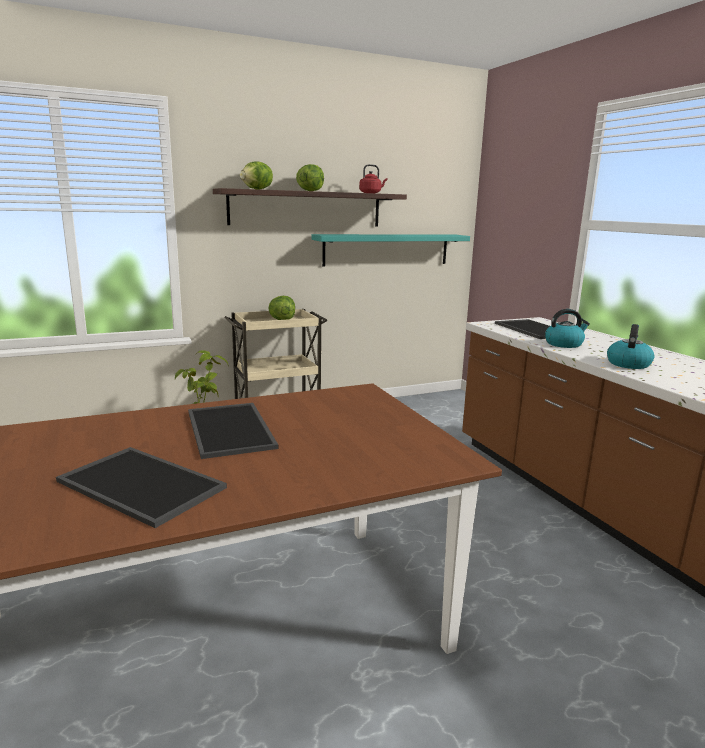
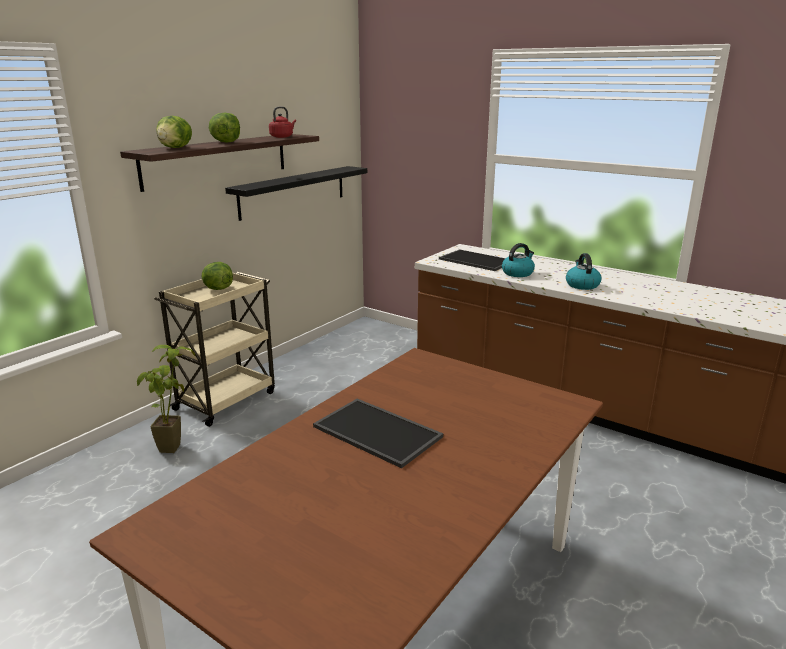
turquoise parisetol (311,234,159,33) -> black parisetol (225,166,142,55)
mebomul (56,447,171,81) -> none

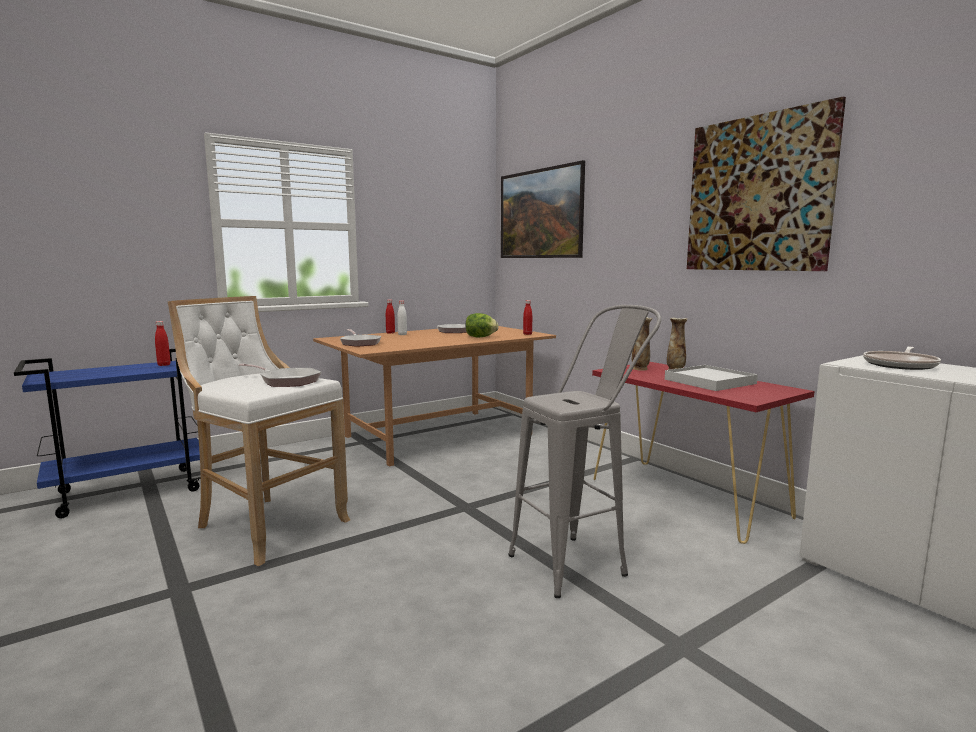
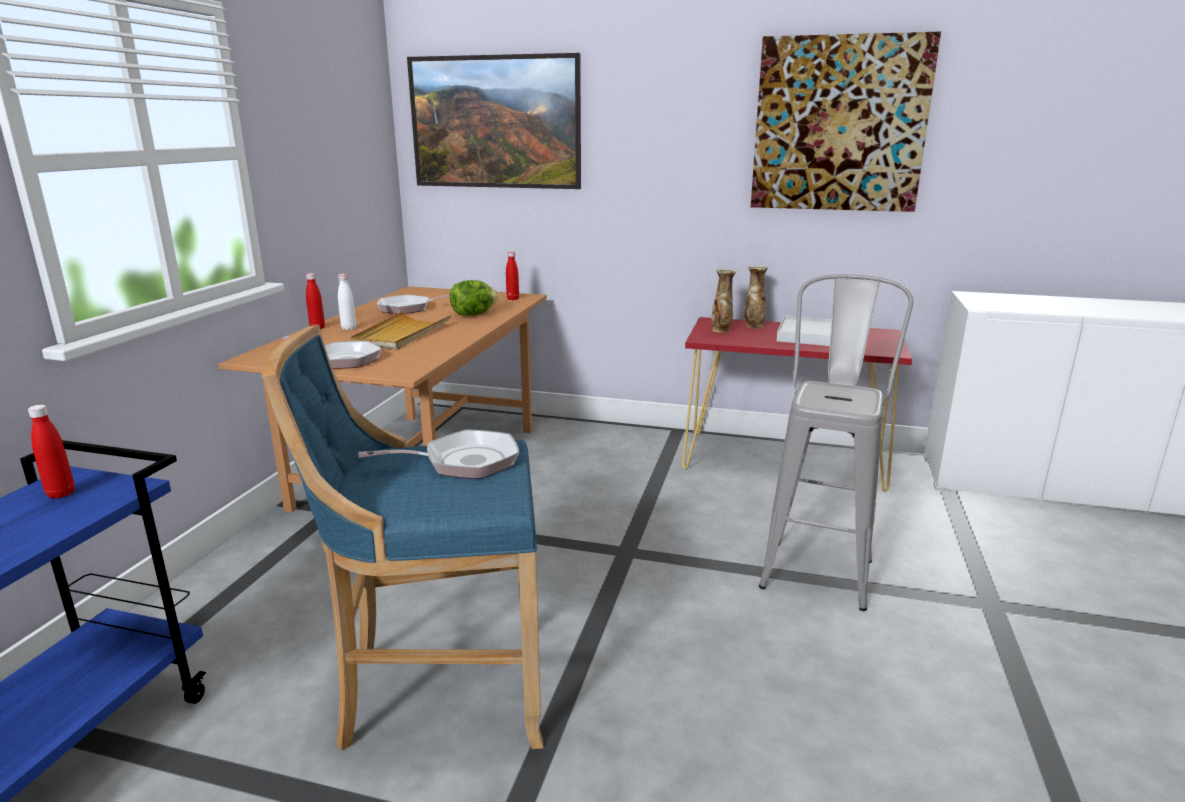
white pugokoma (168,296,182,270) -> blue pugokoma (262,325,282,426)
none -> beige mebomul (350,311,102,38)
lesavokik (863,347,78,23) -> none

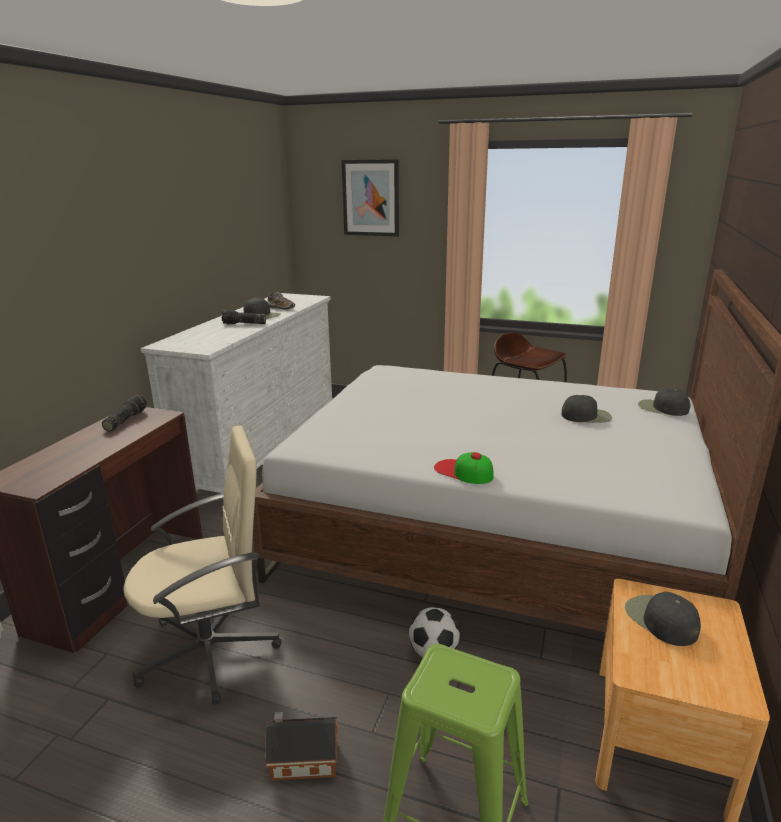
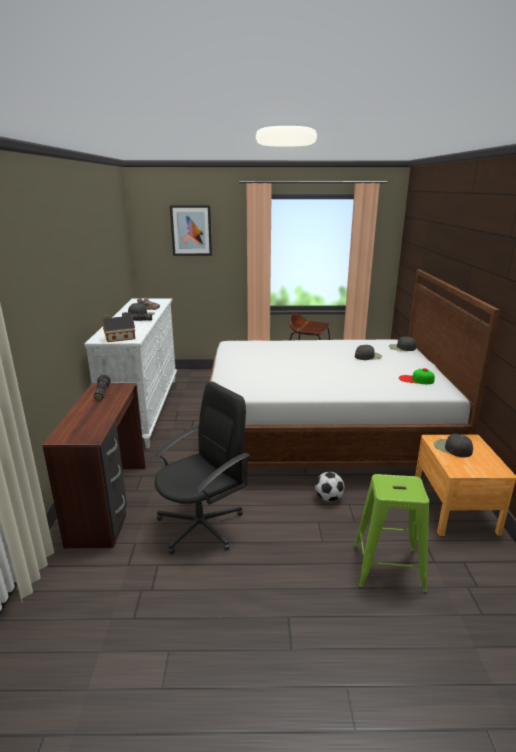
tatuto (265,712,73,69) -> tatuto (102,315,33,27), move
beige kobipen (123,426,159,278) -> black kobipen (155,382,95,173)
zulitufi (434,452,60,32) -> zulitufi (399,368,36,16), move

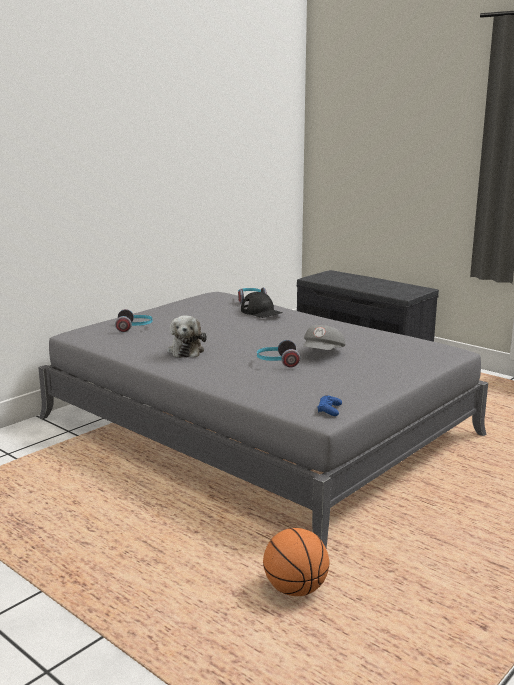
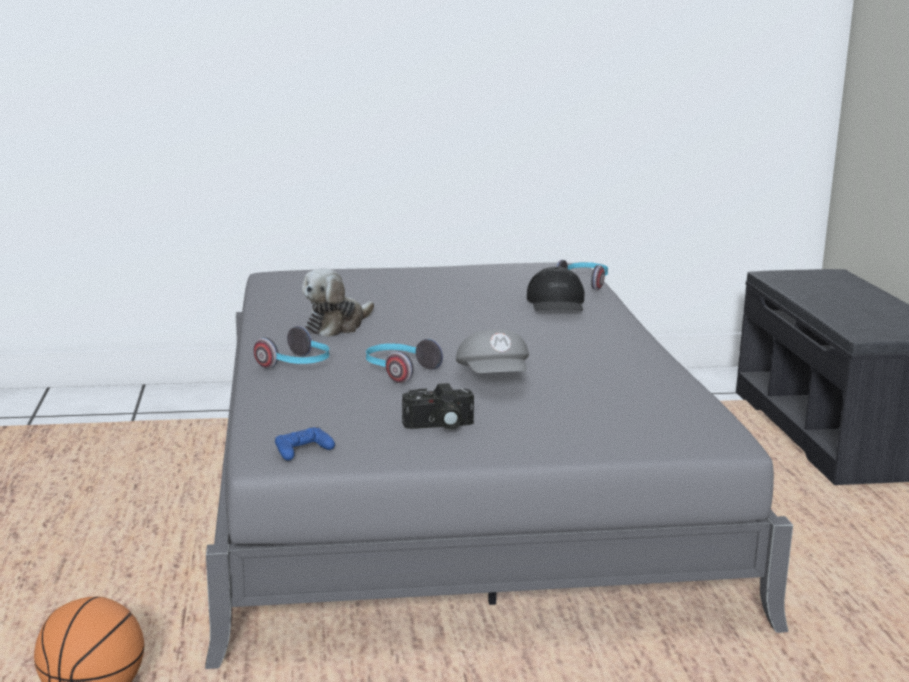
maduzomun (115,309,38,23) -> maduzomun (253,326,77,42), move
none -> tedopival (402,383,72,47)
grey zulitufi (303,325,43,25) -> grey zulitufi (456,329,73,44), 75 degrees counterclockwise

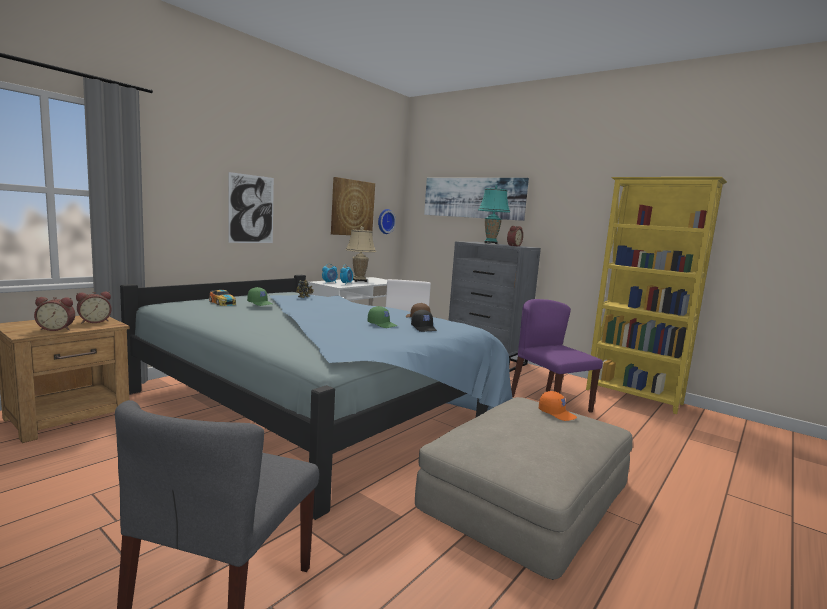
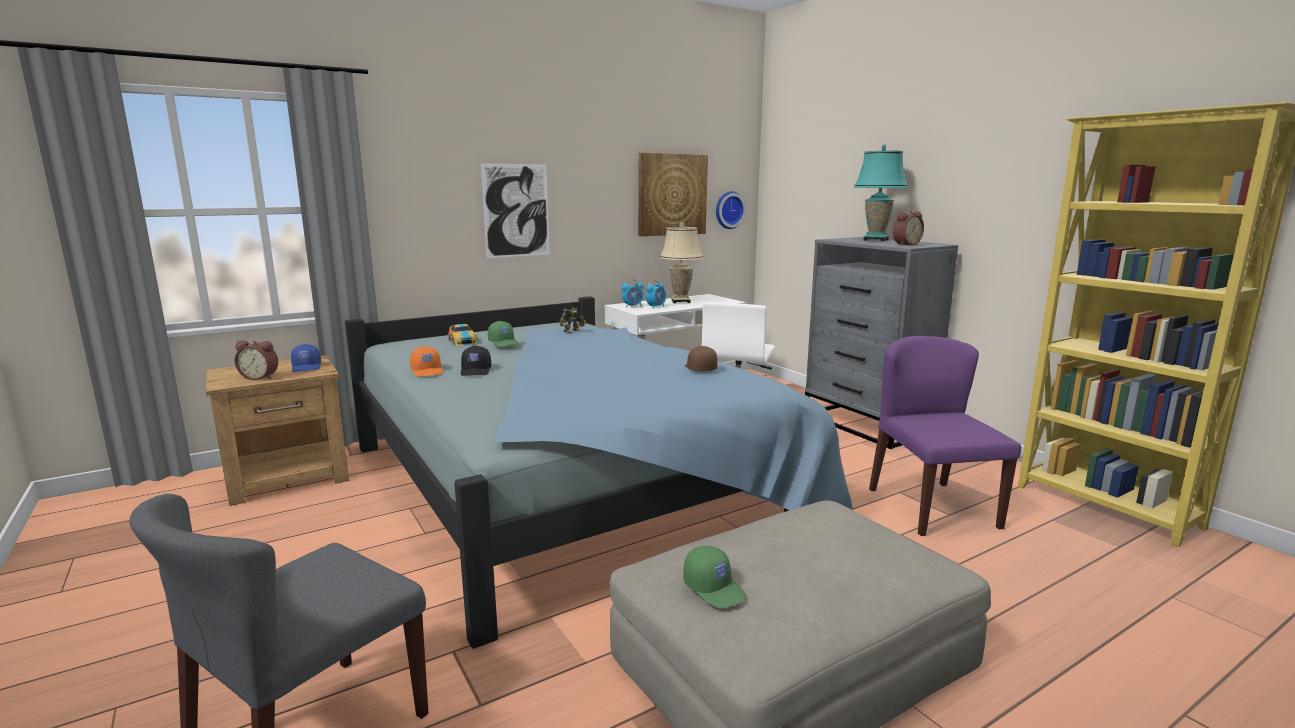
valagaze (76,292,36,31) -> blue zulitufi (291,344,30,28)
orange zulitufi (539,391,38,30) -> orange zulitufi (410,346,33,31), move
black zulitufi (411,310,26,22) -> black zulitufi (461,346,30,30), move
green zulitufi (368,306,30,22) -> green zulitufi (683,546,63,62), move
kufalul (424,178,105,43) -> none

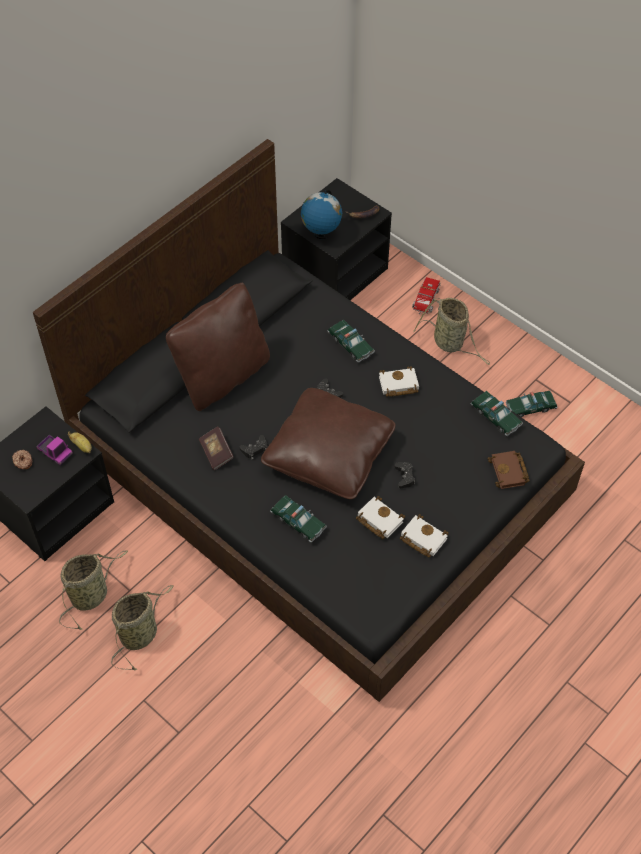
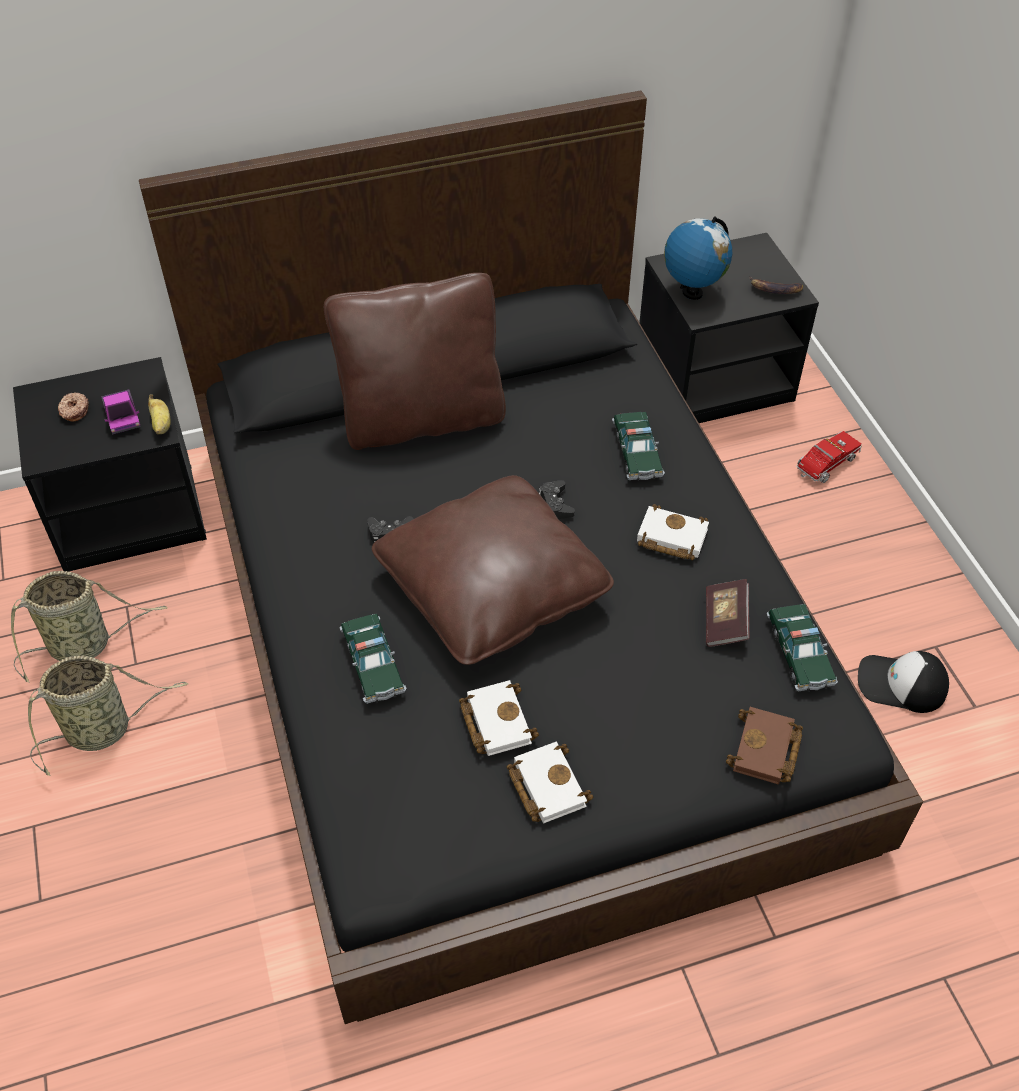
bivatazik (199,426,35,44) -> bivatazik (706,579,44,68), move
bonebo (506,391,51,26) -> zulitufi (858,651,91,62)
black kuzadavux (395,462,20,27) -> none
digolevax (413,298,77,67) -> none

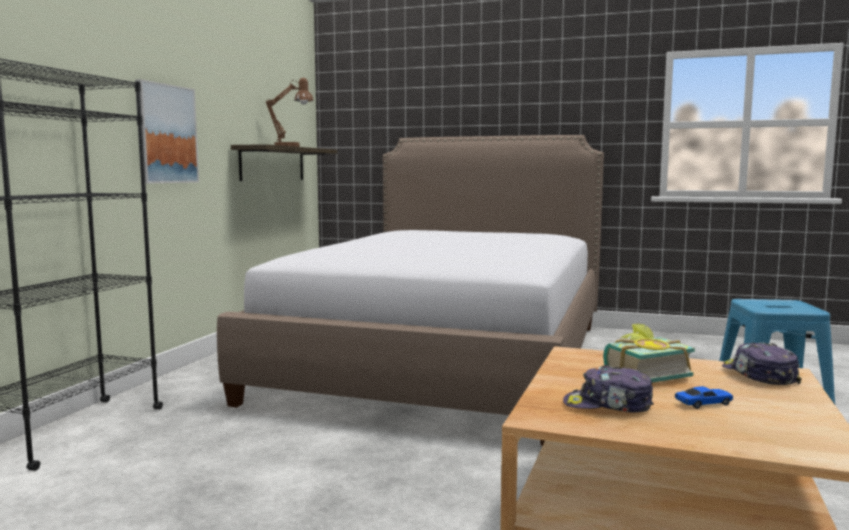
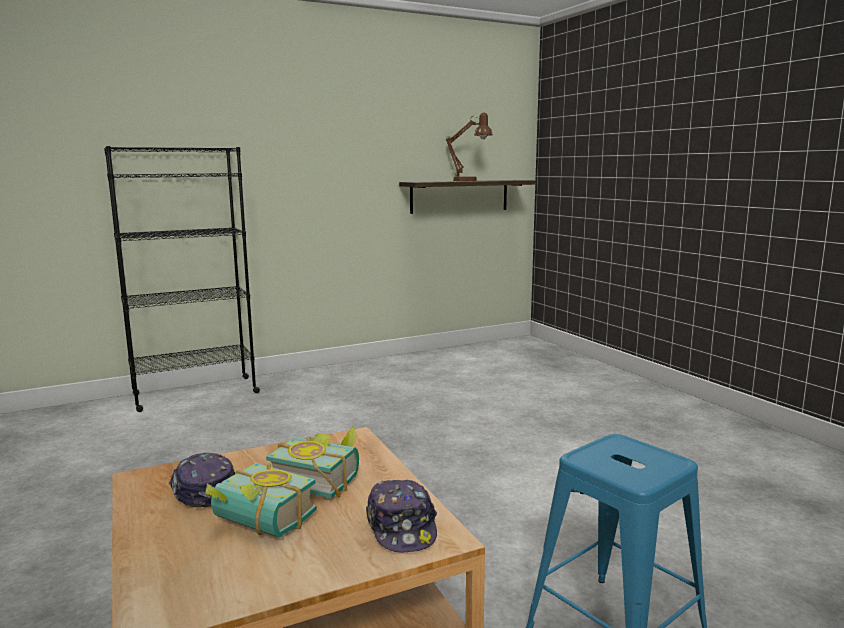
bonebo (675,386,59,23) -> bivatazik (205,463,112,74)
zulitufi (722,342,80,43) -> zulitufi (366,480,71,72), 135 degrees clockwise
kufalul (135,79,64,105) -> none
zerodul (217,135,387,311) -> none

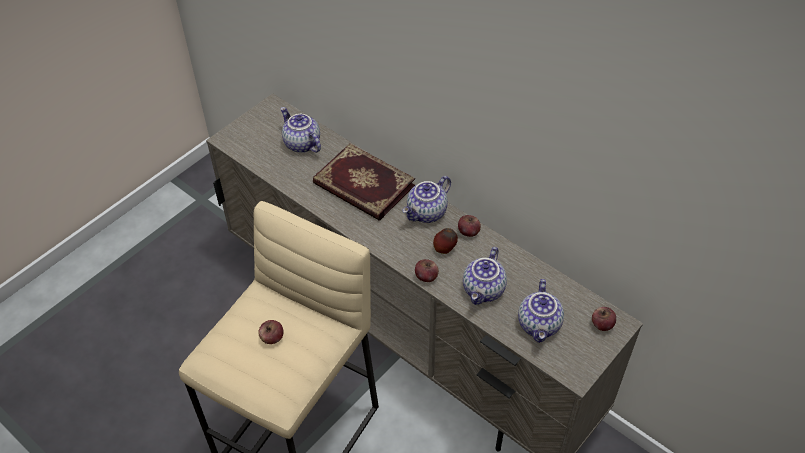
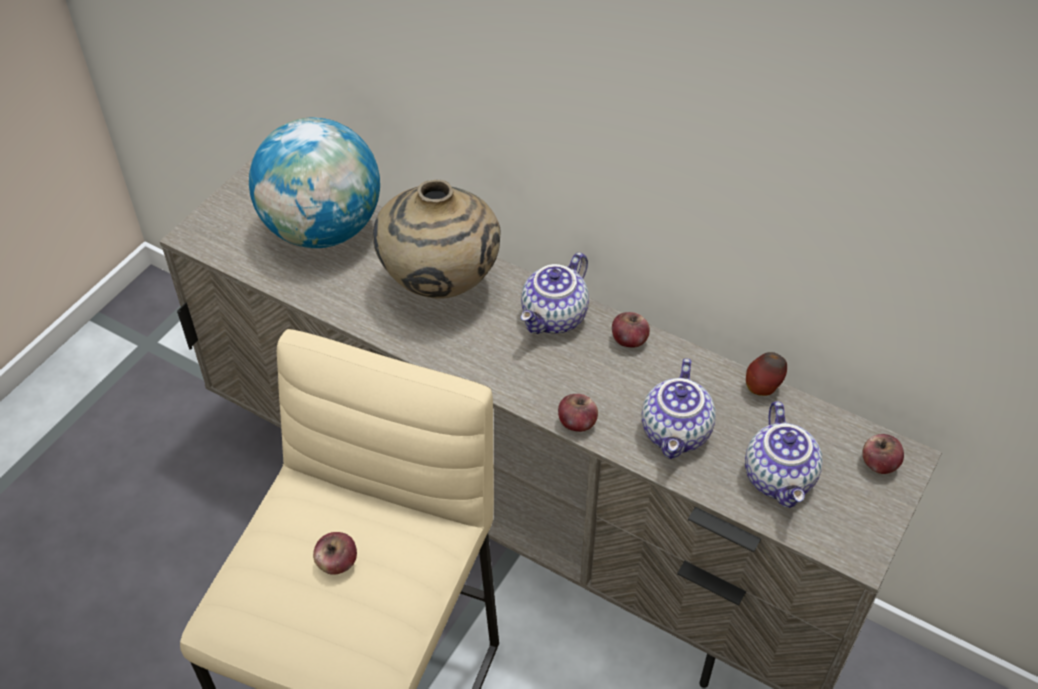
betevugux (280,107,41,46) -> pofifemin (249,117,131,131)
bivatazik (313,143,102,78) -> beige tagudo (373,180,127,119)
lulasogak (433,228,25,26) -> lulasogak (746,352,41,44), move

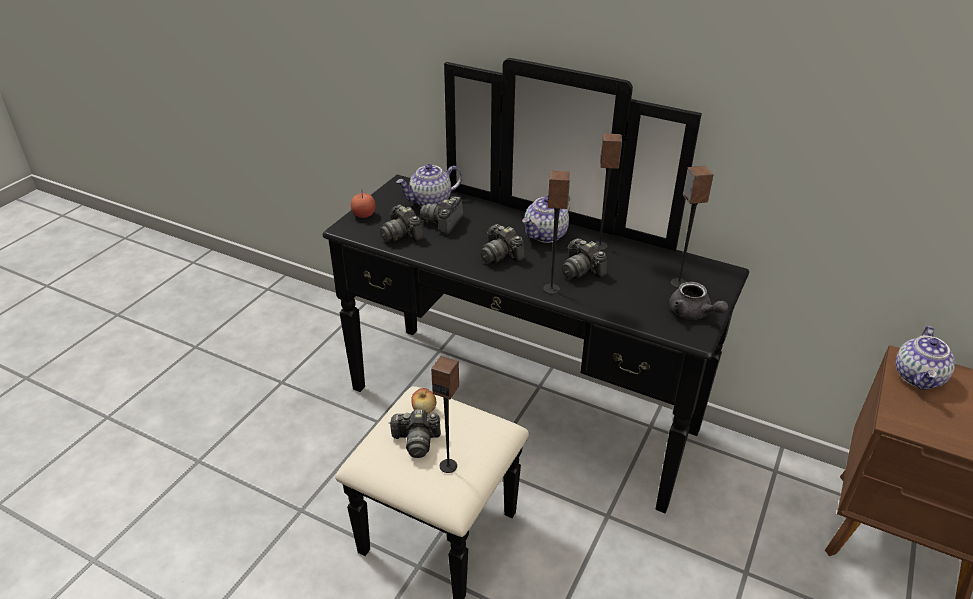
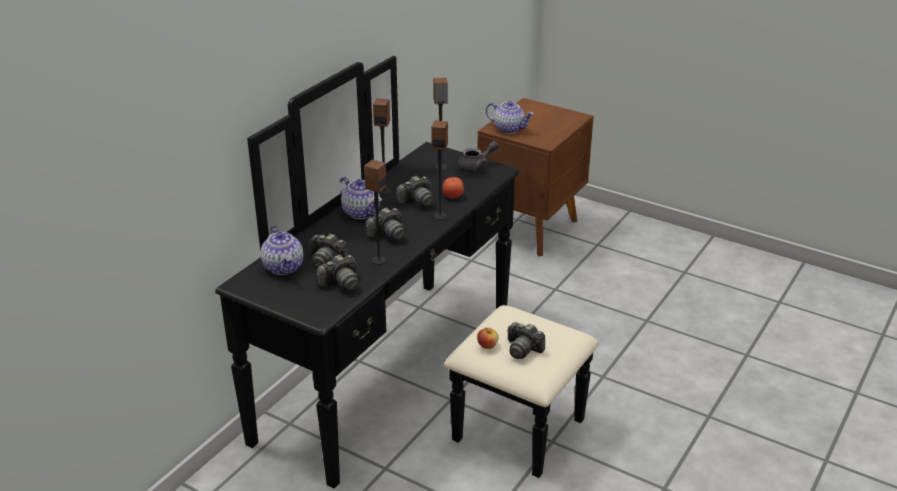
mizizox (431,356,28,117) -> mizizox (364,160,23,105), move
lulasogak (351,193,25,25) -> lulasogak (442,175,22,24), move
tedopival (389,409,52,49) -> tedopival (507,322,38,37), 120 degrees clockwise

